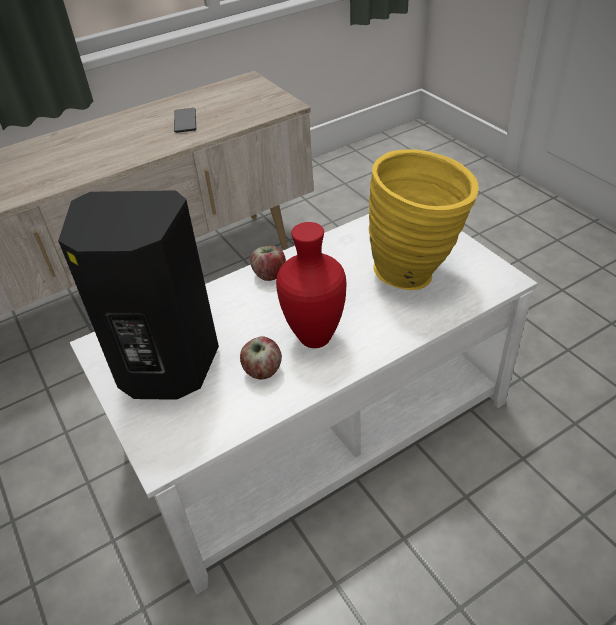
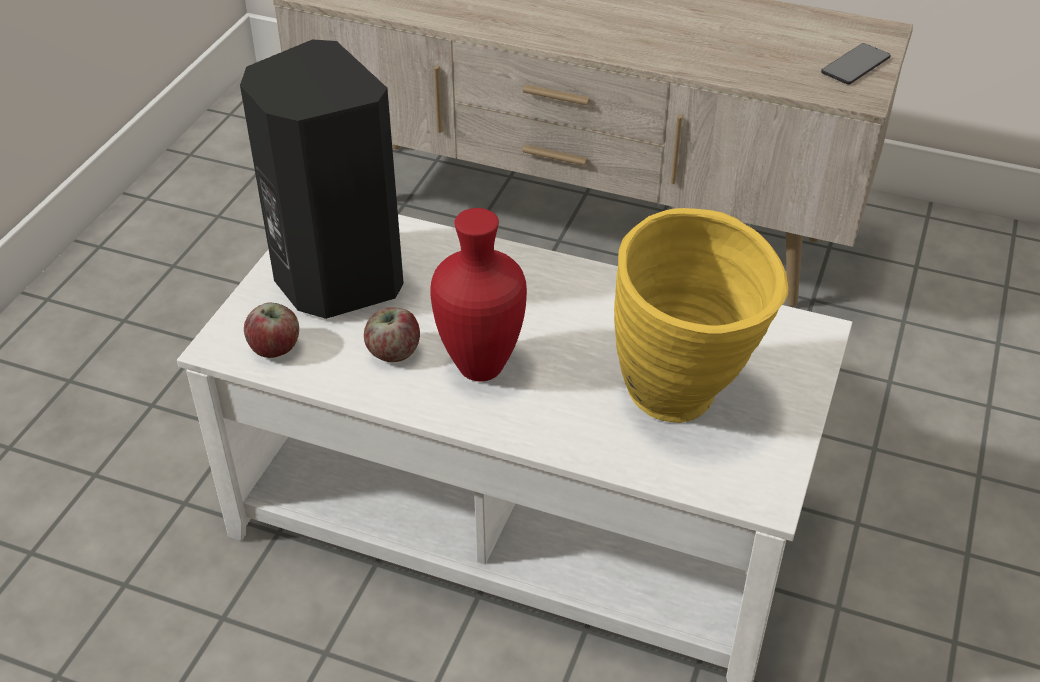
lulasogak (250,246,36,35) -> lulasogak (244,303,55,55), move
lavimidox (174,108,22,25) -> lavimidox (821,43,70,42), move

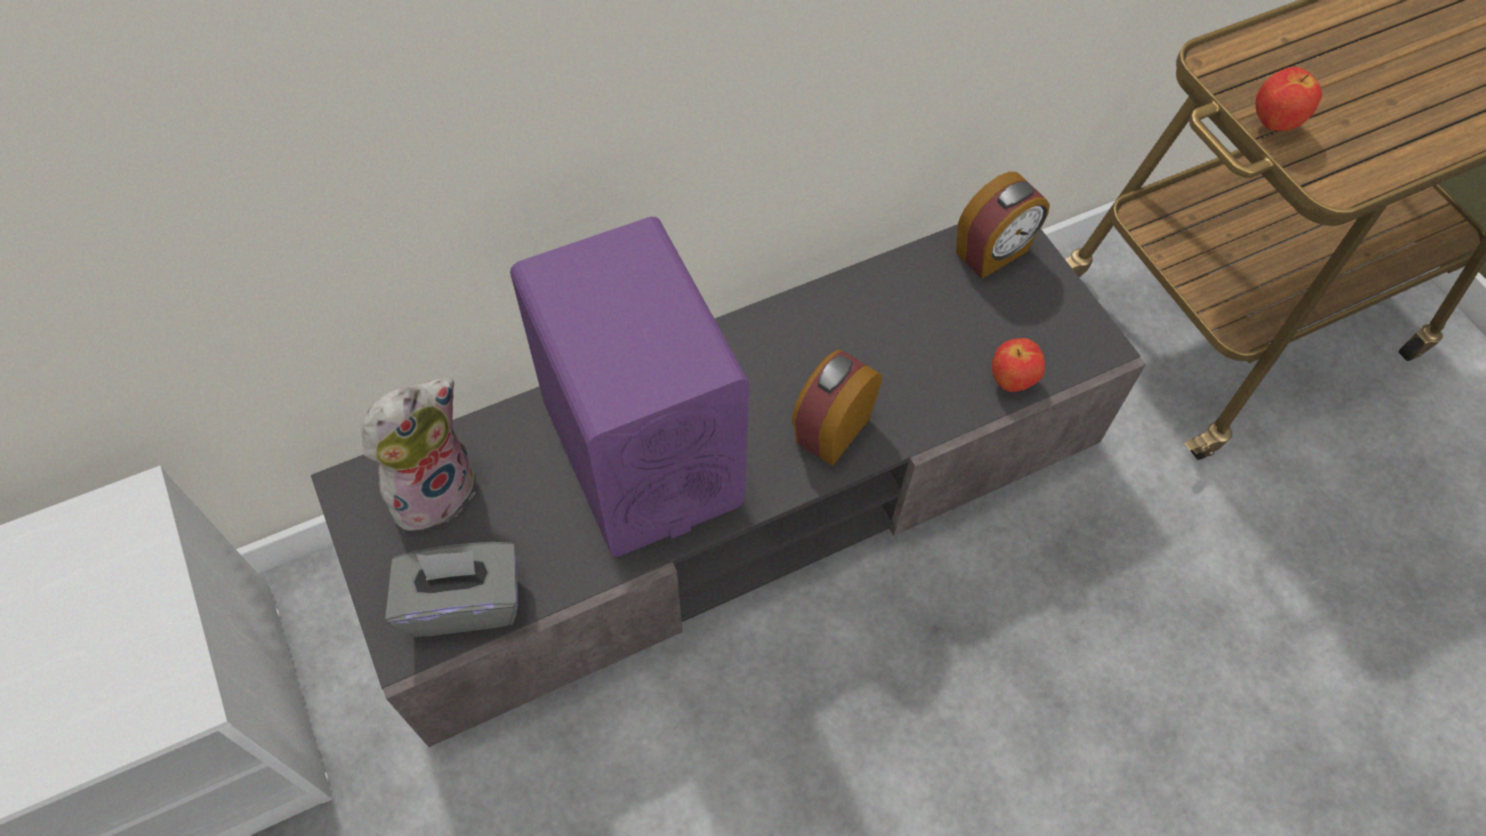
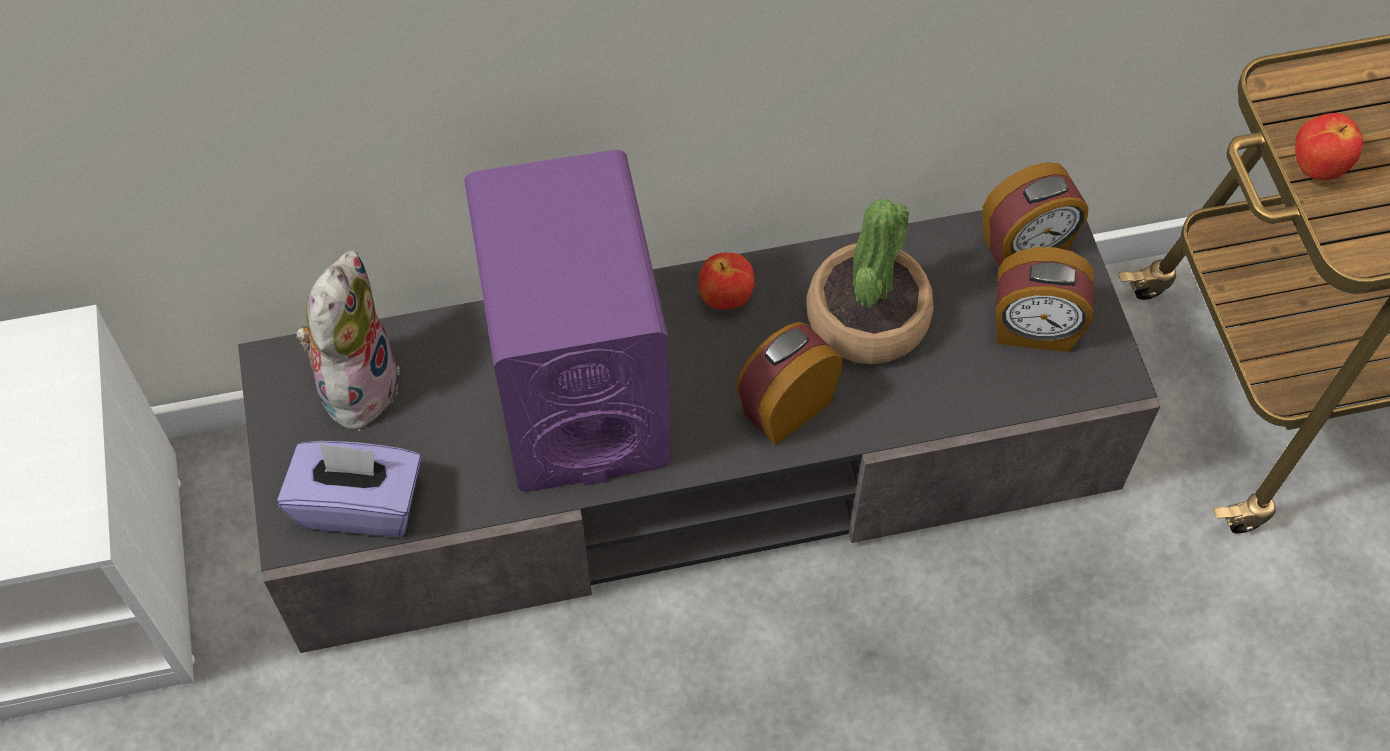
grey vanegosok (385,542,133,95) -> purple vanegosok (277,441,144,96)
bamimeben (361,378,114,162) -> bamimeben (296,250,104,186), 45 degrees counterclockwise
lulasogak (992,338,53,54) -> lulasogak (699,253,56,57), move
none -> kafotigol (807,198,126,166)
none -> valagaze (996,247,98,105)

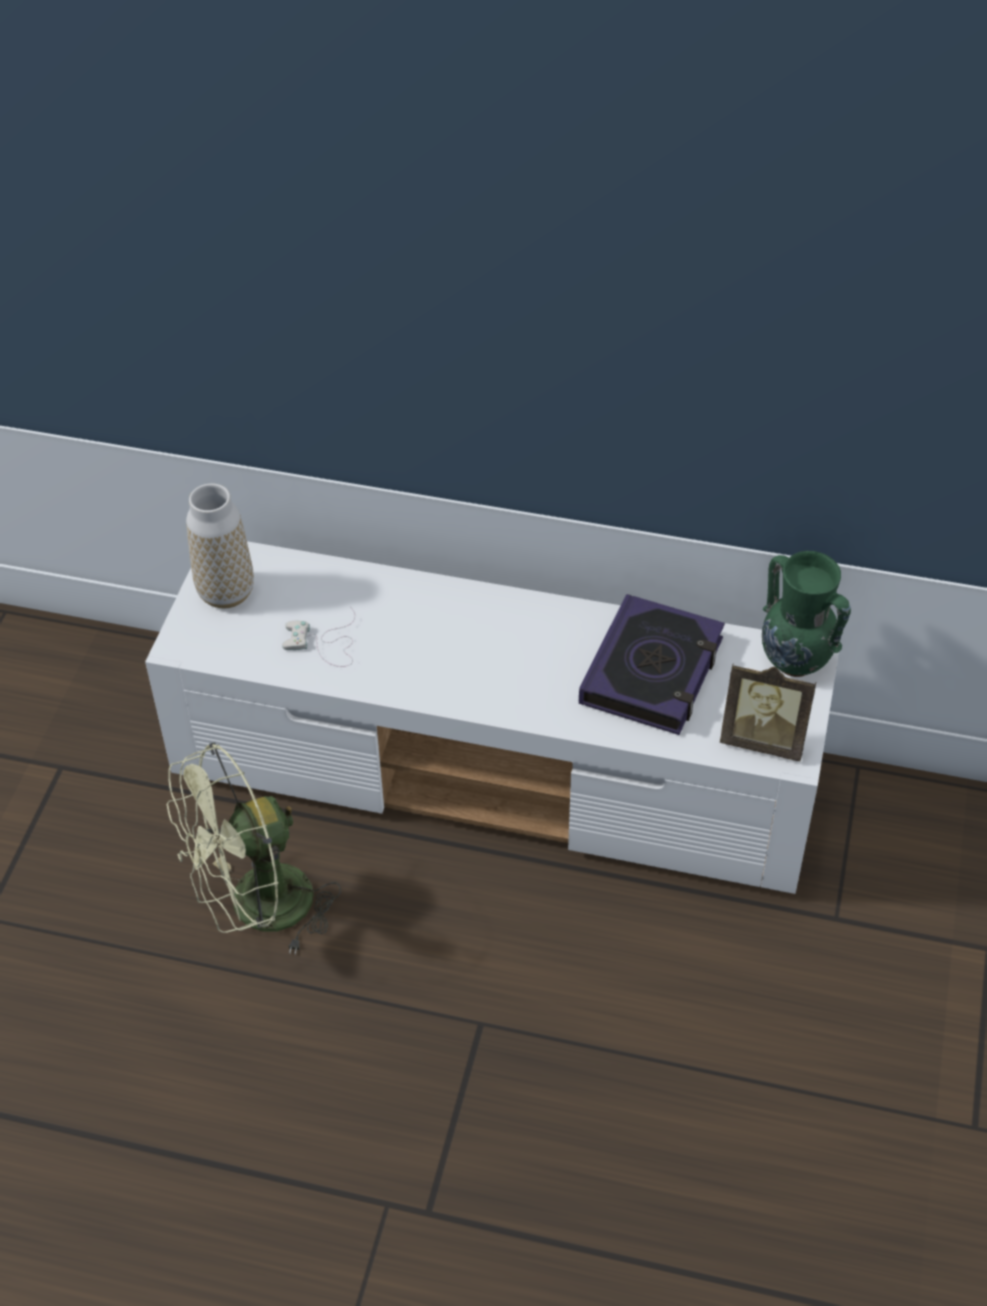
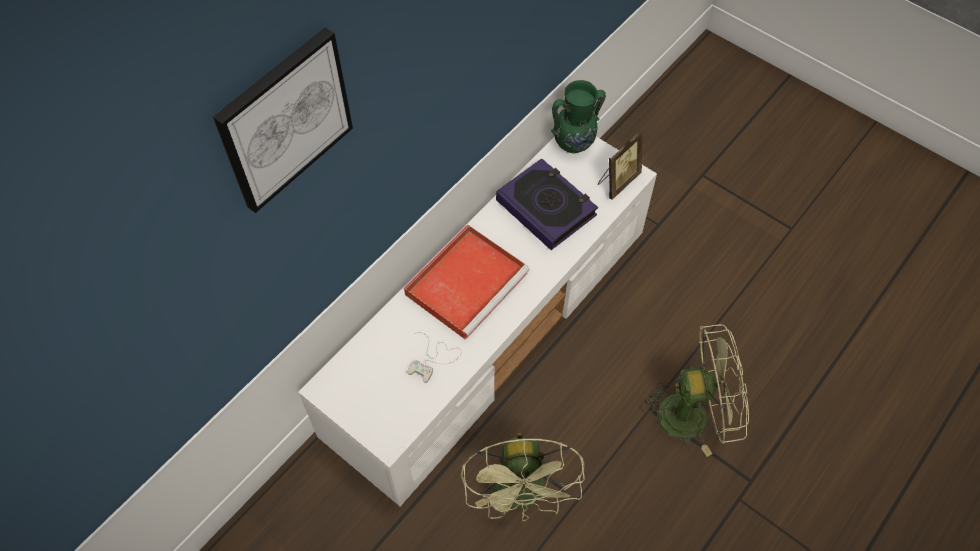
none -> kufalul (213,27,140,186)
none -> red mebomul (404,225,126,115)
none -> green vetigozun (641,324,108,133)
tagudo (186,483,68,125) -> none

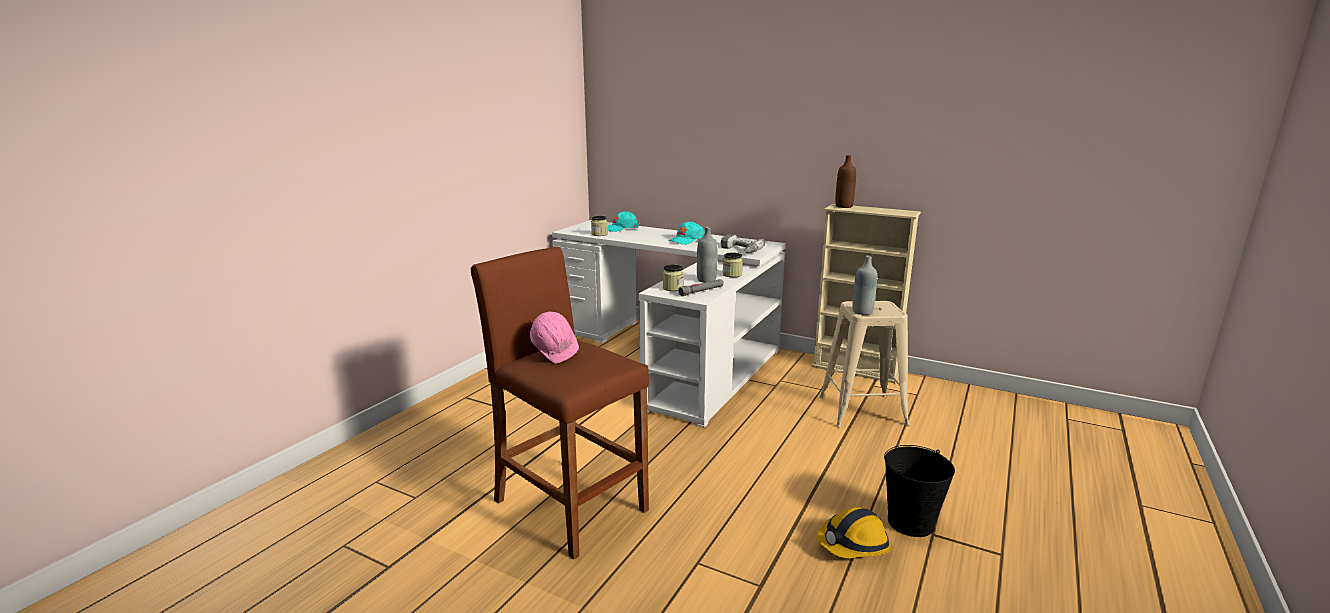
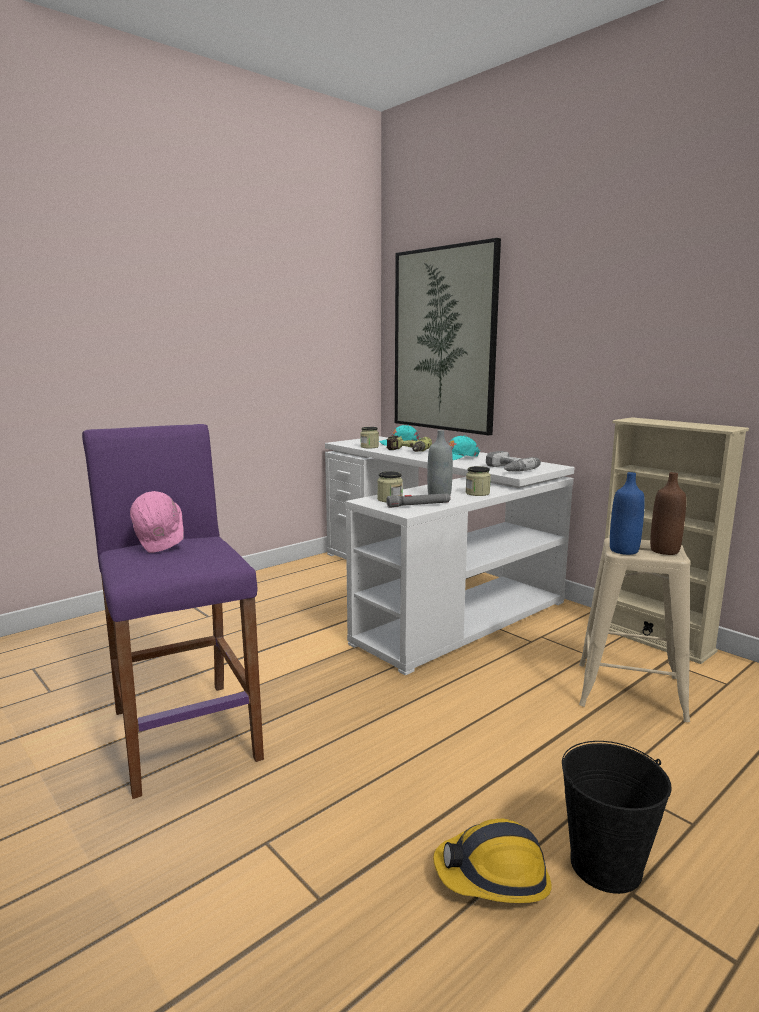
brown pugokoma (471,247,178,313) -> purple pugokoma (82,424,182,375)
none -> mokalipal (386,435,46,17)
none -> kufalul (395,238,106,197)
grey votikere (853,255,24,60) -> blue votikere (610,472,35,83)
brown votikere (835,155,21,53) -> brown votikere (650,472,36,83), move

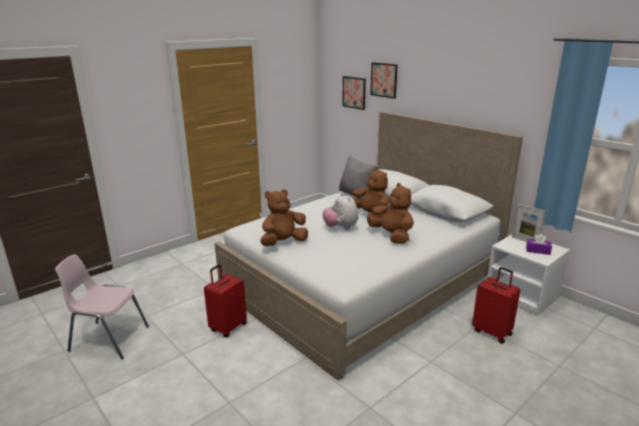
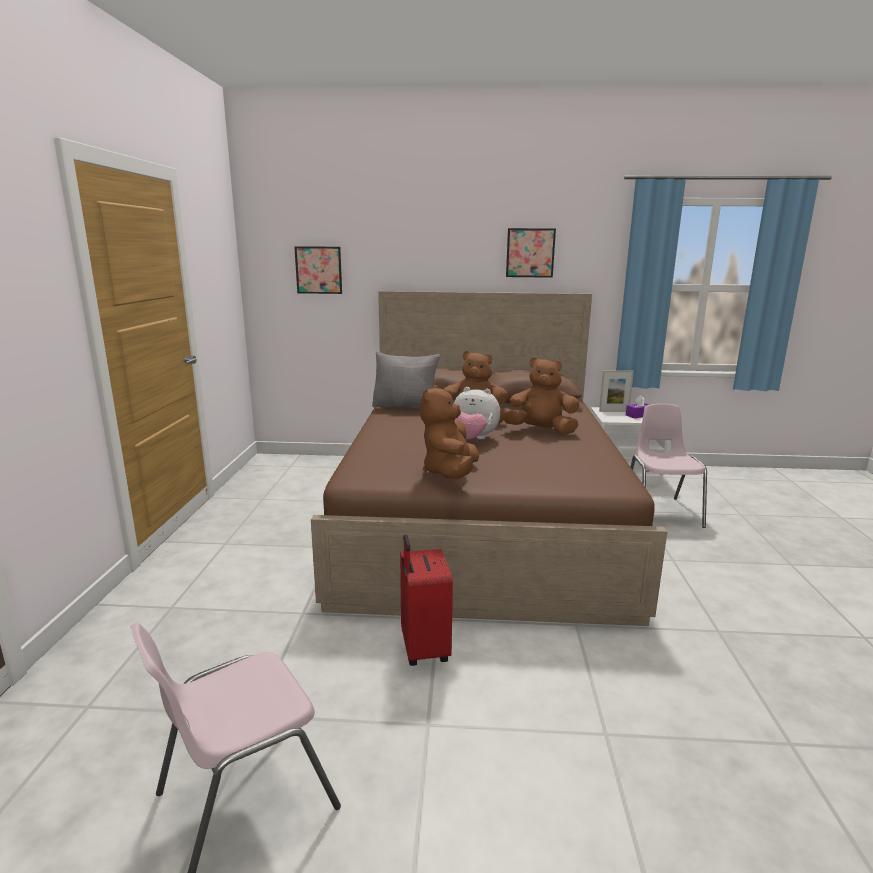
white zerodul (215,112,308,269) -> brown zerodul (311,291,356,335)
kufalul (371,62,27,37) -> kufalul (506,228,50,50), move
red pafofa (472,267,48,77) -> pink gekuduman (630,404,77,124)

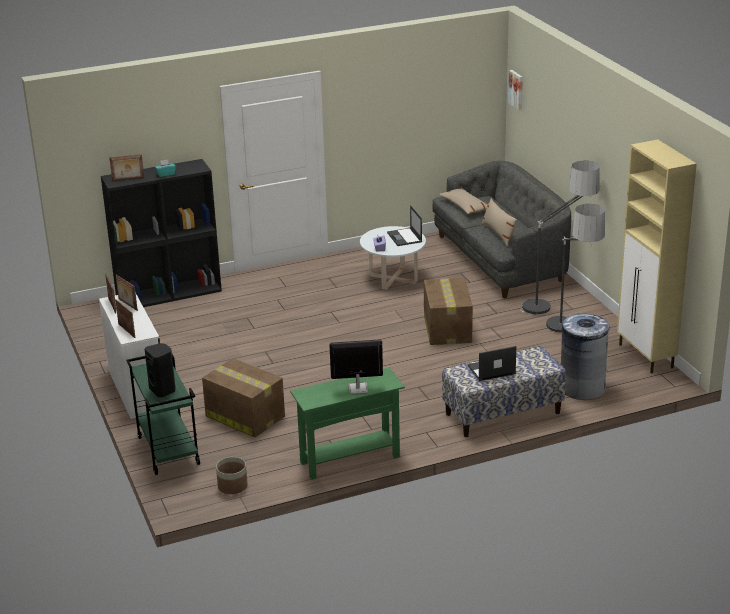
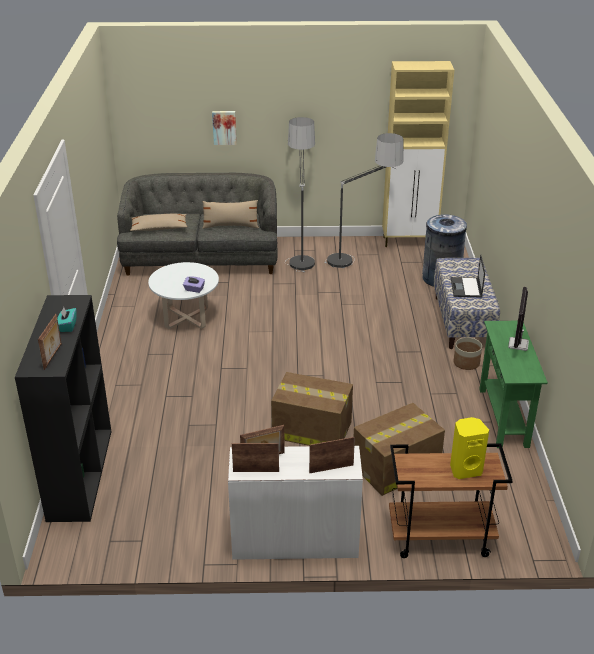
kufalul (508,70,15,40) -> kufalul (212,111,25,34), move
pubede (424,278,49,67) -> pubede (271,372,82,74), move
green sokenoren (126,354,74,121) -> brown sokenoren (389,443,124,115)
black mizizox (145,343,31,54) -> yellow mizizox (450,417,39,62)
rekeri (216,457,32,37) -> rekeri (454,337,28,33), move
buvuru (387,205,35,41) -> none

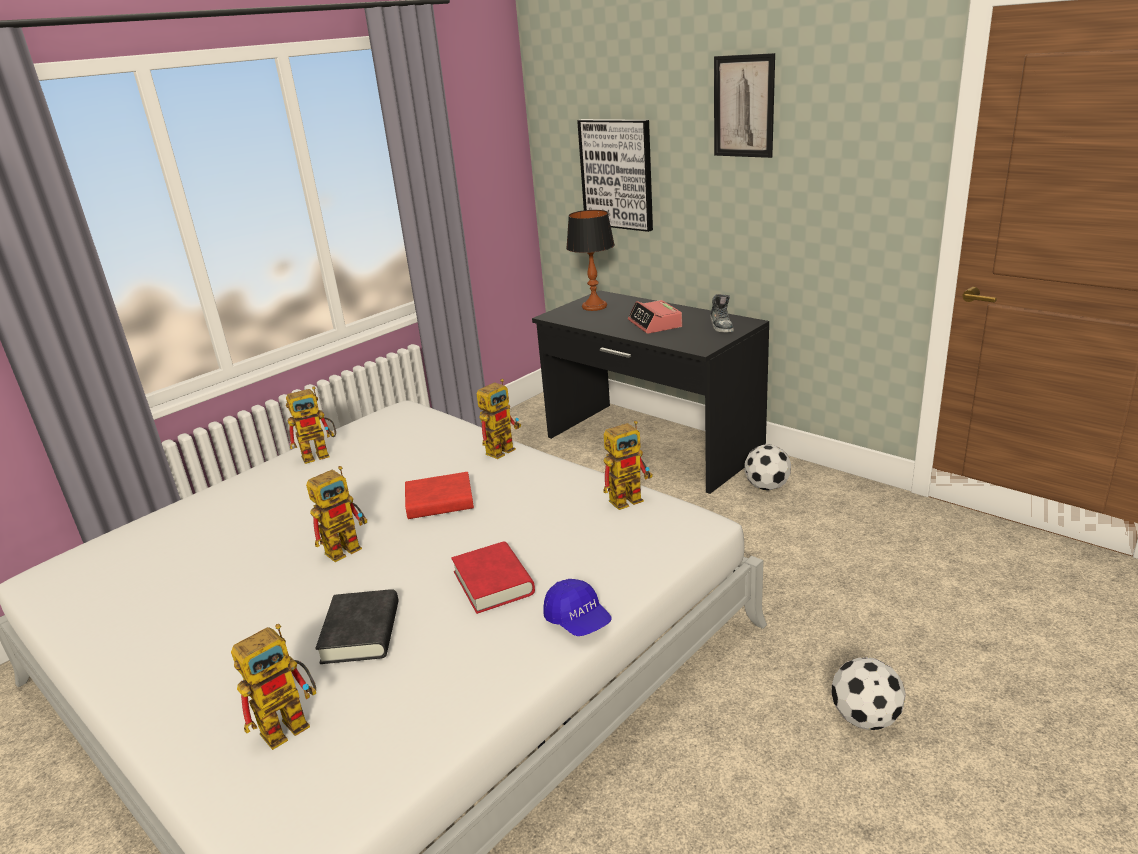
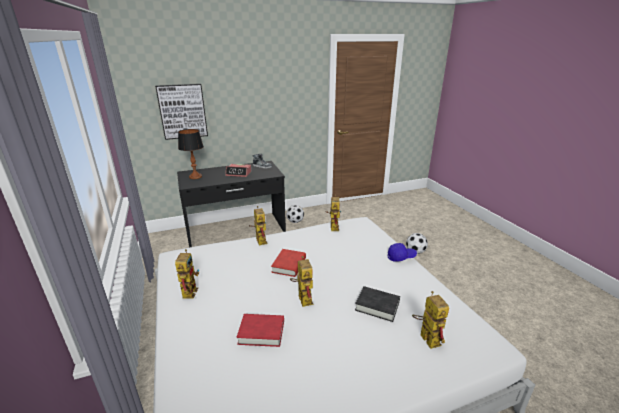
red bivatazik (451,542,84,72) -> red bivatazik (236,314,48,33), move
kufalul (714,53,61,105) -> none

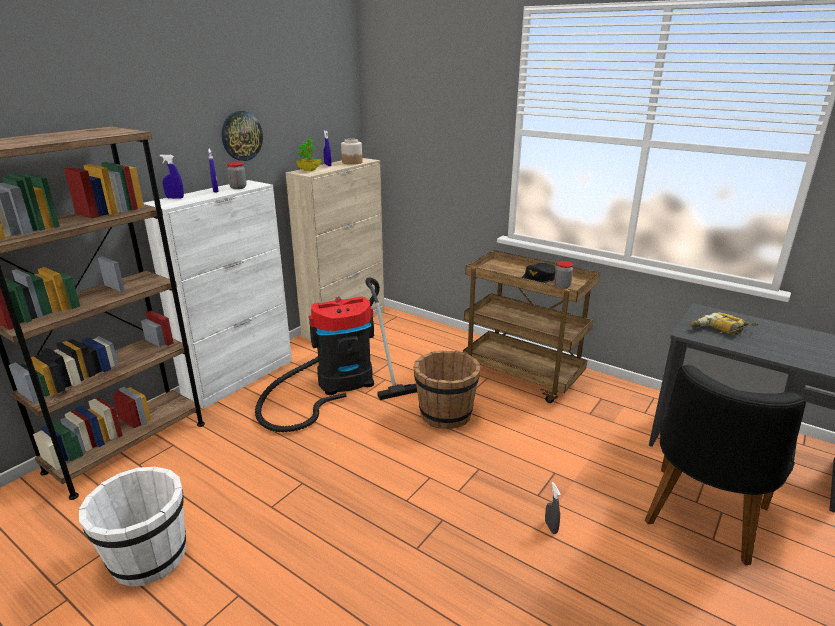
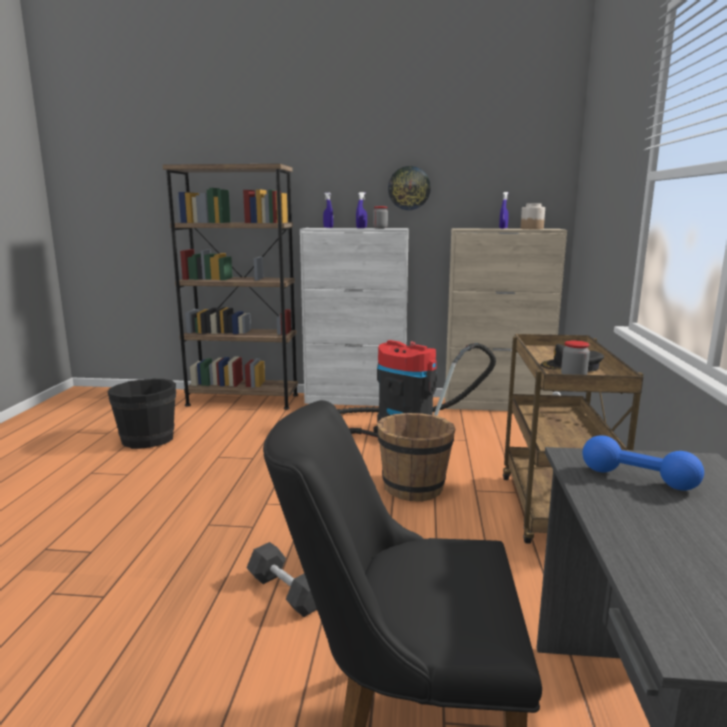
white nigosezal (79,467,107,120) -> black nigosezal (108,379,68,70)
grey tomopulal (545,482,16,52) -> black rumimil (246,542,71,75)
mokalipal (691,312,67,24) -> blue rumimil (582,435,122,56)
kafotigol (296,138,26,33) -> none

